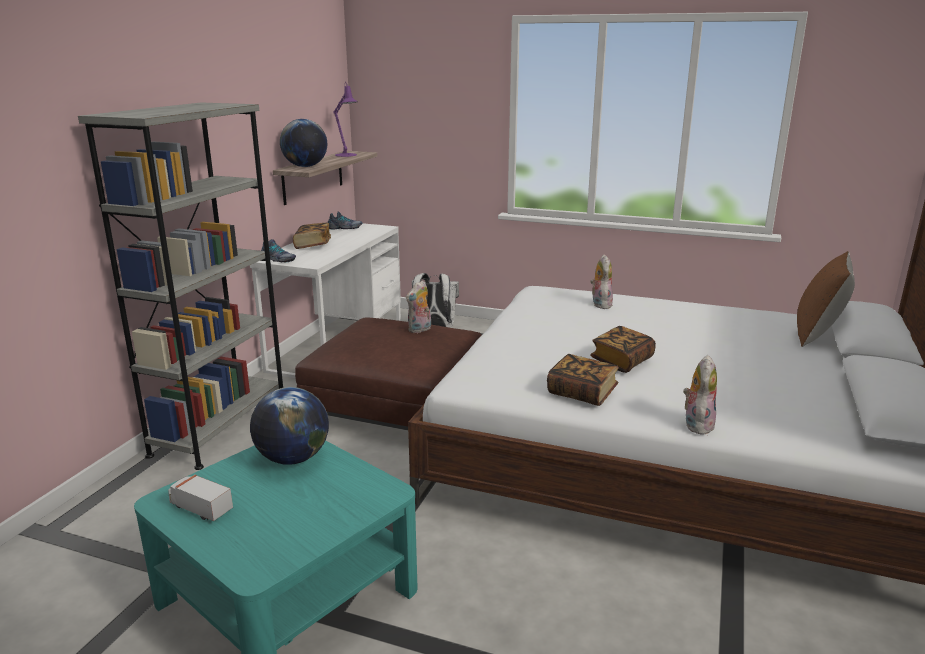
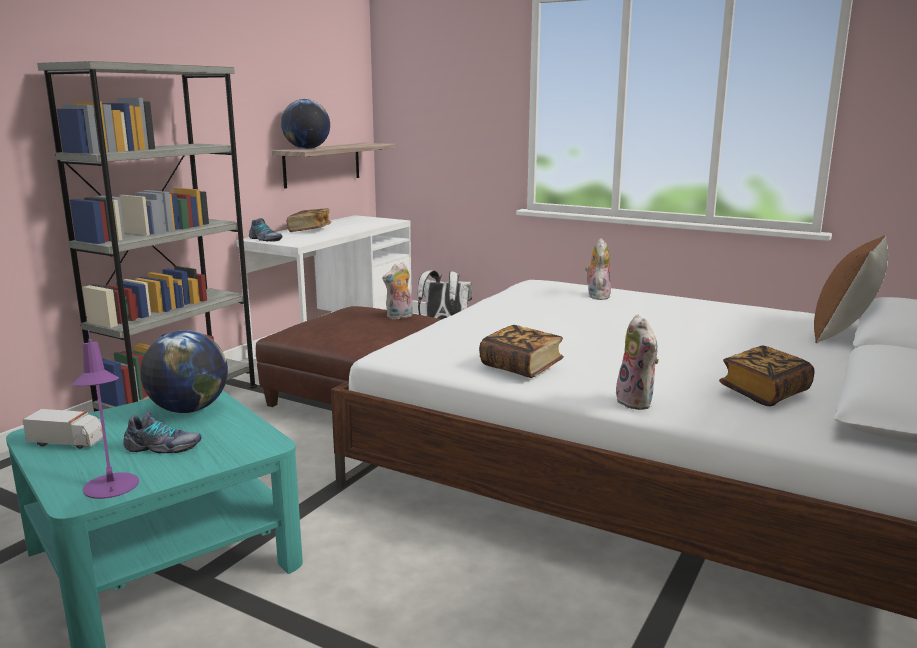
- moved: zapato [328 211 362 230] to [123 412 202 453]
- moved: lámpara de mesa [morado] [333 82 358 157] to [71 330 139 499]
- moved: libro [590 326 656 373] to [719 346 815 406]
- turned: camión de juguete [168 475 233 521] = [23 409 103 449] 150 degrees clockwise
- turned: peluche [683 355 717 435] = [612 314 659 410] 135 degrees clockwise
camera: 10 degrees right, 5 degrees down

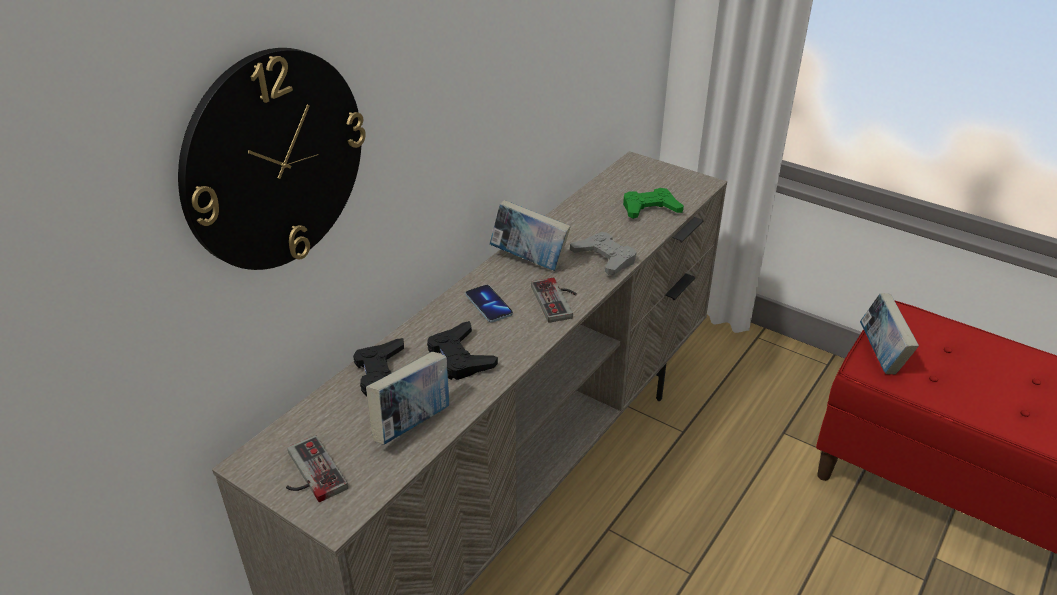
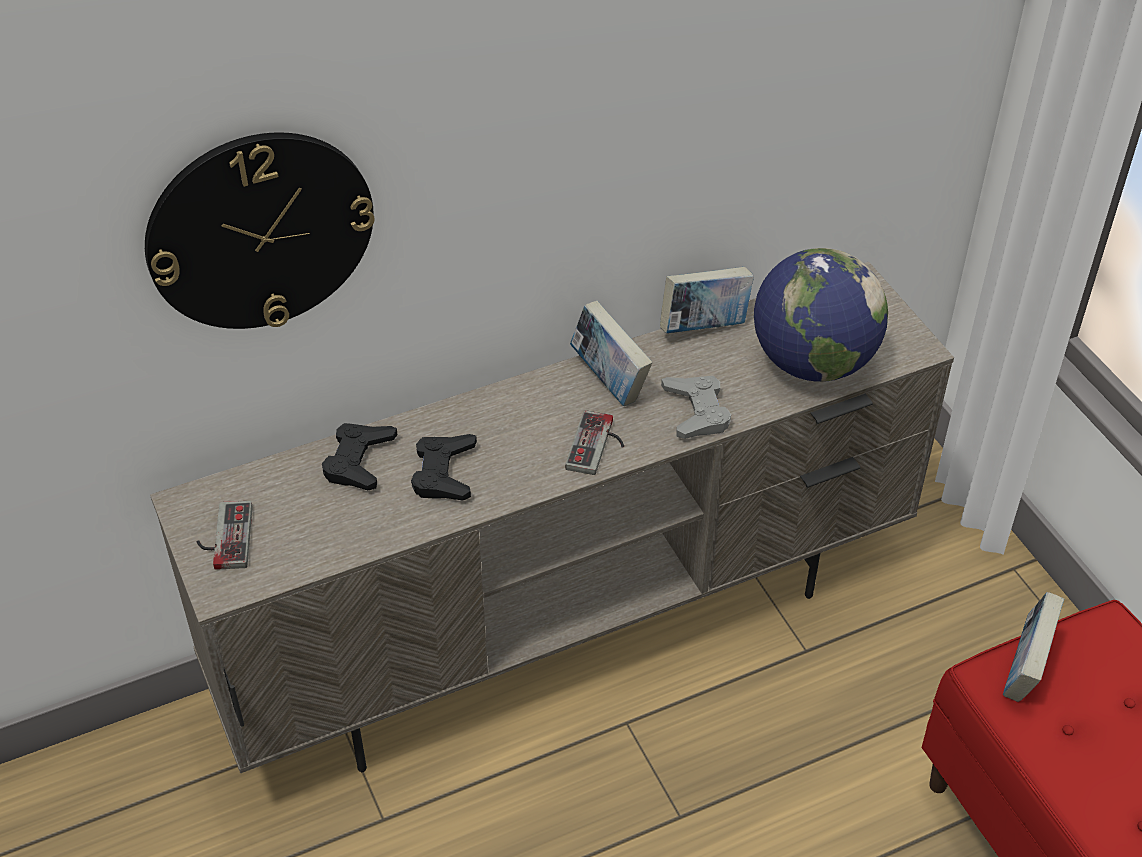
- removed: móvil [466 285 513 323]
- moved: libro [366 352 449 445] to [660 267 754 333]
- replaced: mando de consola [verde] [623 188 684 219] to globo terráqueo [754 248 888 382]
camera: 30 degrees right, 10 degrees up

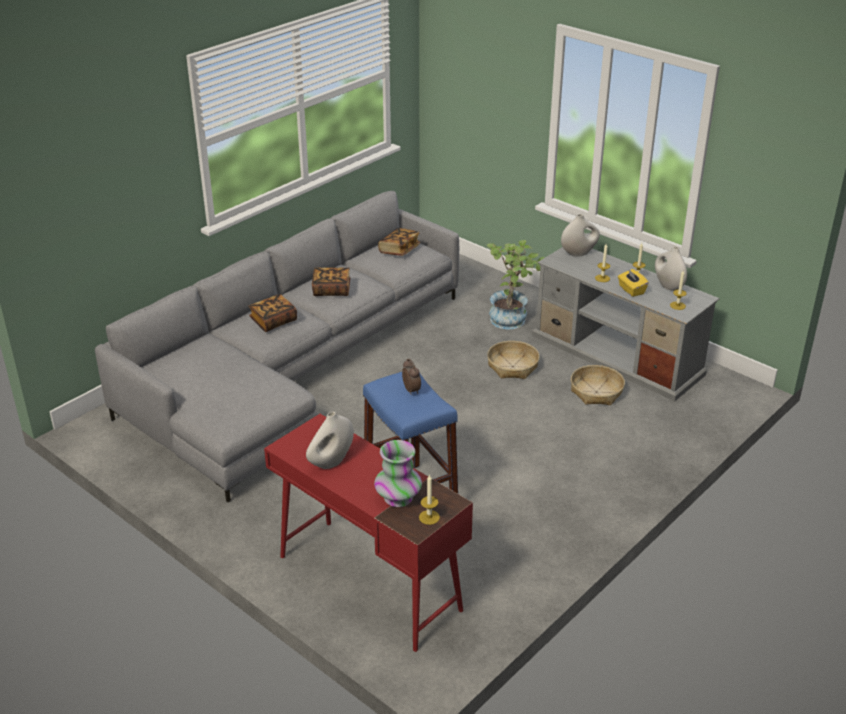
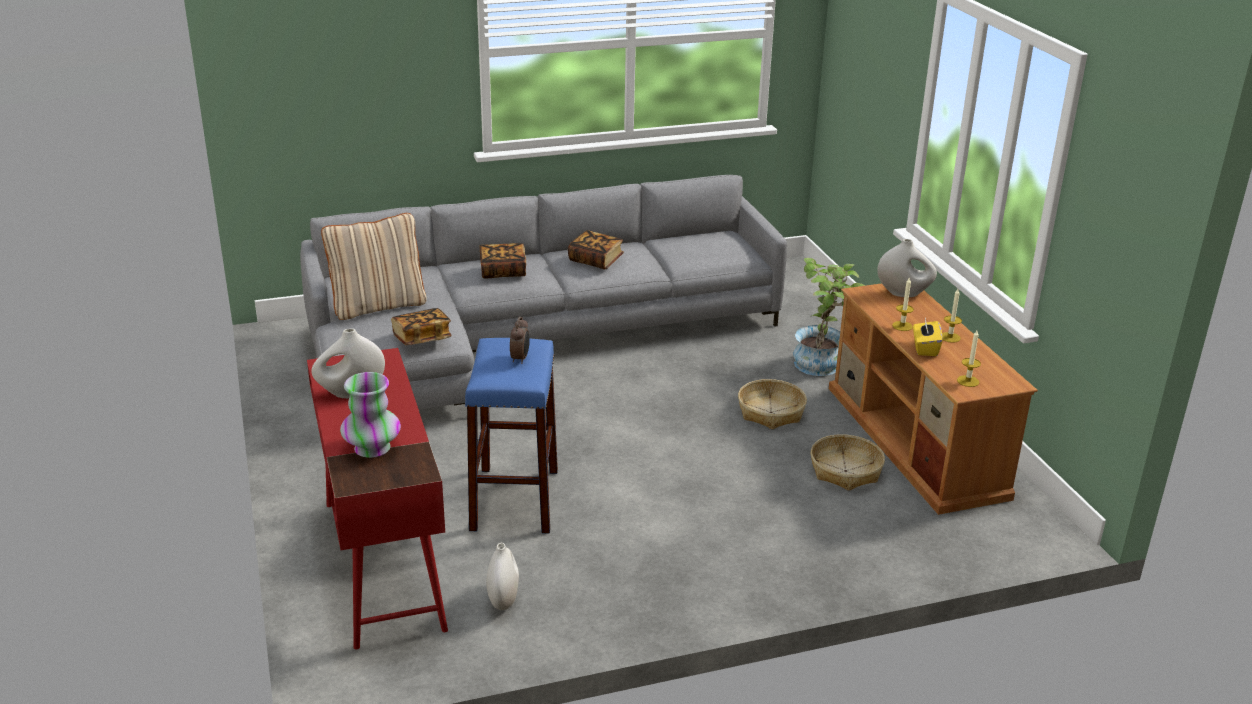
- removed: vela [419 474 440 525]
- added: cojín [beis] [321 213 427 320]
- moved: libro [378 228 420 256] to [391 308 451 345]
- moved: florero [blanco] [655 246 687 291] to [486 543 519 610]
- recoloured: mueble de televisión [gris] [532 247 720 402] to mueble de televisión [marrón] [829 283 1038 515]
camera: 30 degrees right, 5 degrees down

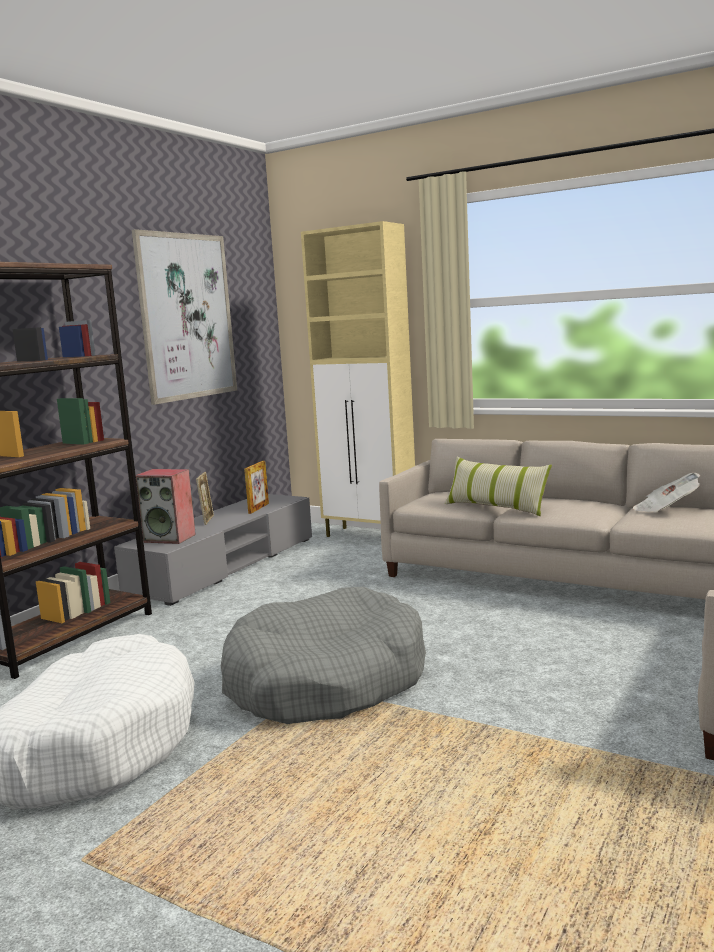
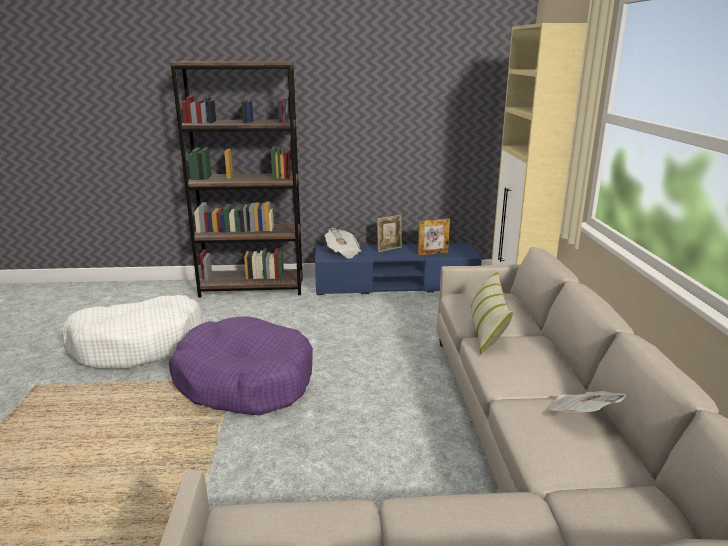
- removed: cuadro [132 229 237 405]
- replaced: altavoz [136 469 196 544] to periódico [325 228 361 259]
- recoloured: mueble de televisión [gris] [114 494 312 606] to mueble de televisión [azul] [315 243 482 295]
- recoloured: cama para perro [gris] [221 587 426 724] to cama para perro [morado] [169 316 313 415]
camera: 55 degrees right, 10 degrees up

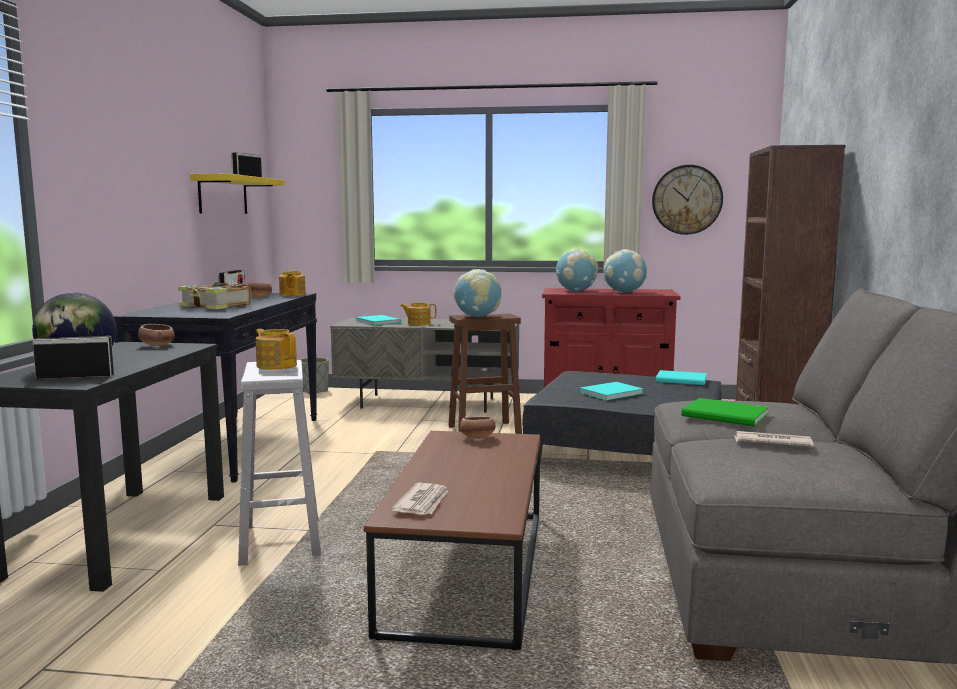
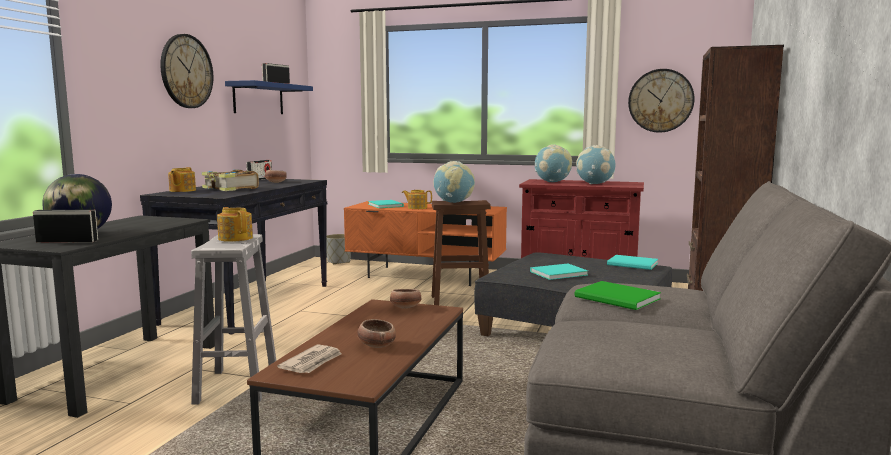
- removed: periódico [734 431 814 447]
- added: reloj de pared [160 34 213 108]
- moved: cuenco [138 324 175 346] to [357 319 396 348]
- moved: tetera [279 271 306 296] to [168 167 196 192]
- recoloured: estante [amarillo] [190 174 285 214] to estante [azul] [225 80 313 114]
- recoloured: mueble de televisión [gris] [330 317 519 413] to mueble de televisión [naranja] [344 201 507 286]
camera: 10 degrees right, 0 degrees up

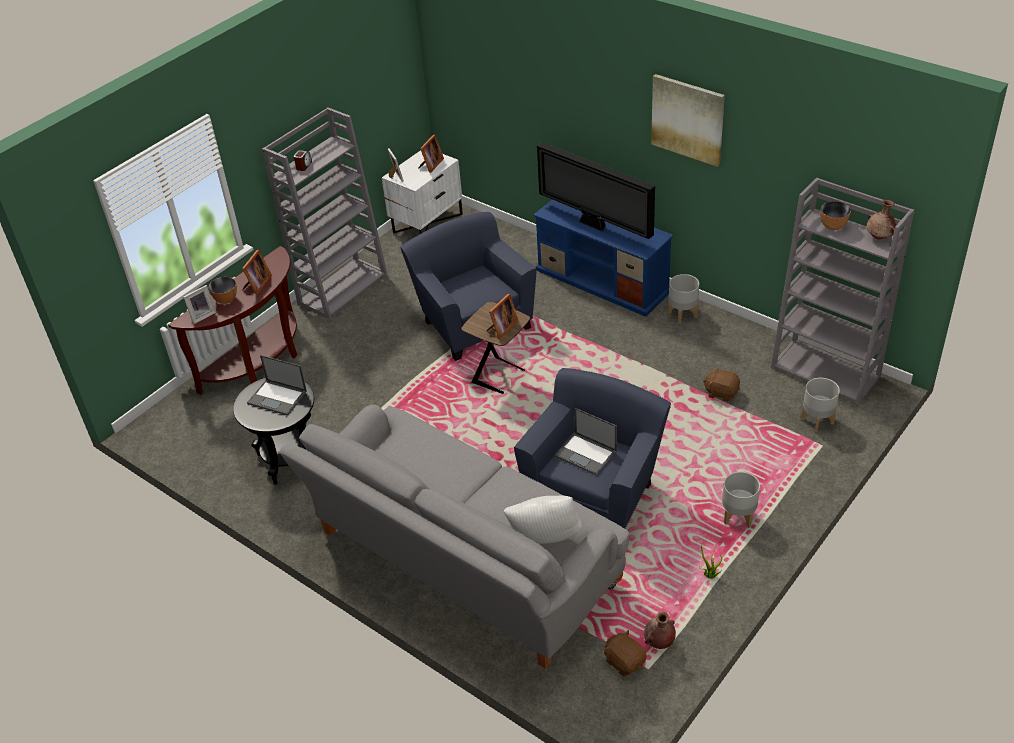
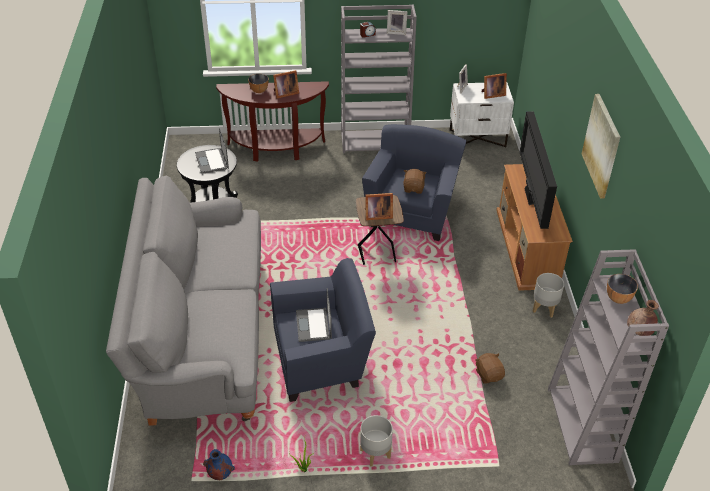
- removed: cojín [blanco] [503 496 583 544]
- removed: maceta [gris] [801 378 840 432]
- moved: portarretratos [183 285 216 324] to [387 10 408 35]
- moved: peluche [marrón] [604 630 647 676] to [403 169 427 194]
- recoloured: mueble de televisión [azul] [534 199 674 317] to mueble de televisión [marrón] [496 164 573 291]
- recoloured: florero [marrón] [644 612 676 649] to florero [azul] [203 449 235 480]
camera: 45 degrees right, 0 degrees up

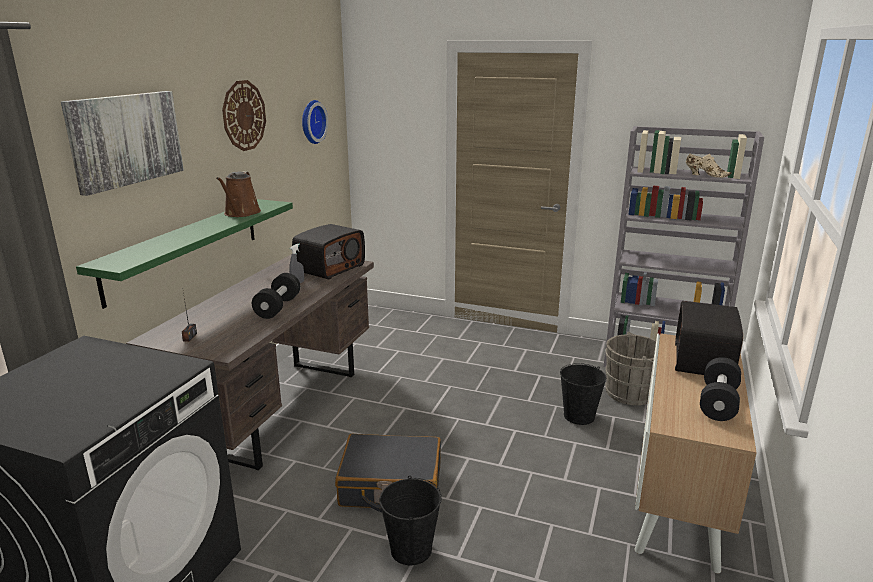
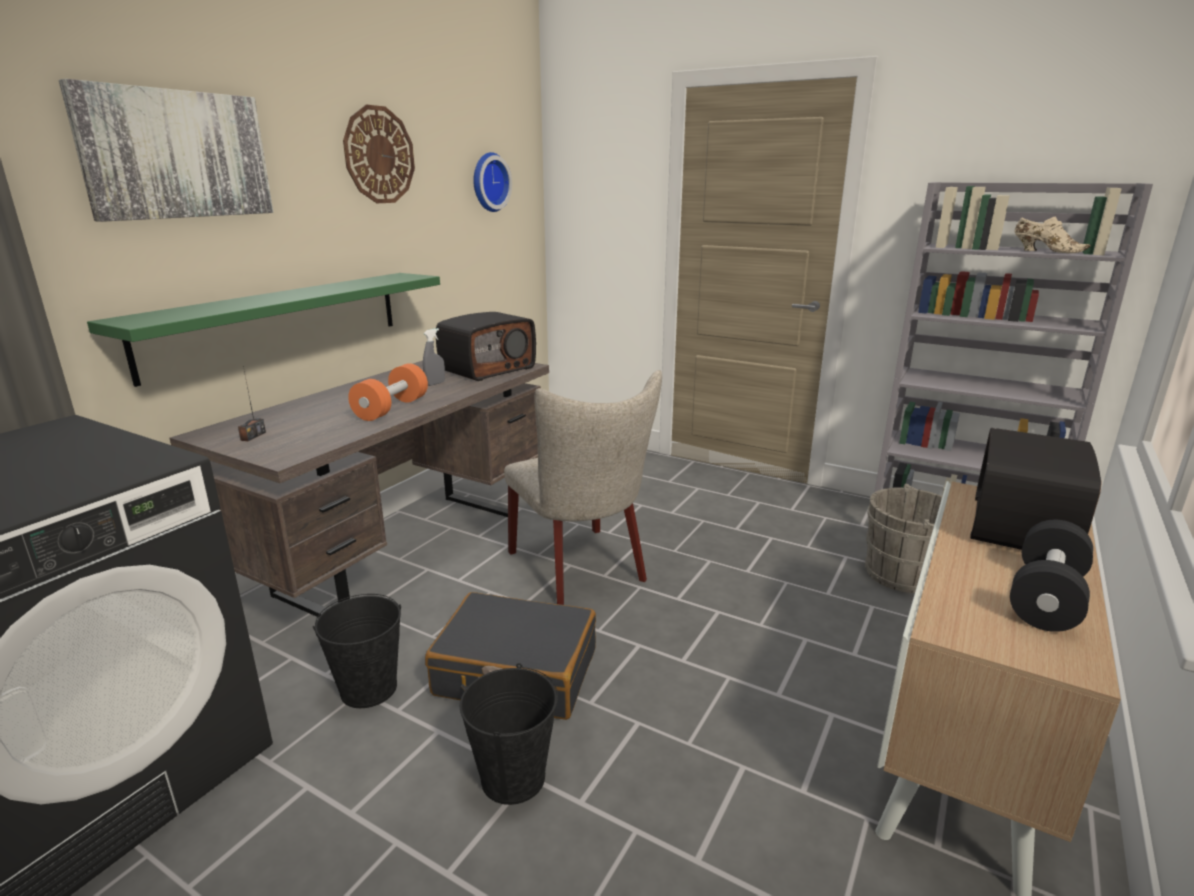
- removed: regadera [marrón] [216 171 261 217]
- added: silla [beis] [504 370 662 605]
- moved: cubo [negro] [560 363 606 425] to [313 594 401 708]
- recoloured: mancuerna [negro] [252 273 300 319] to mancuerna [naranja] [348 363 428 421]
camera: 10 degrees right, 0 degrees up

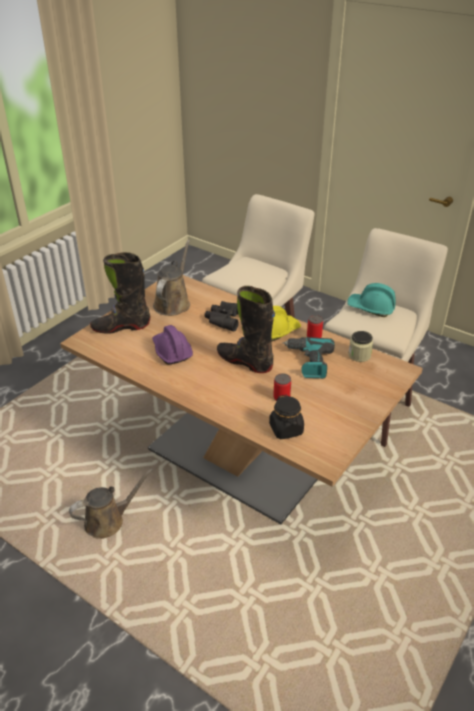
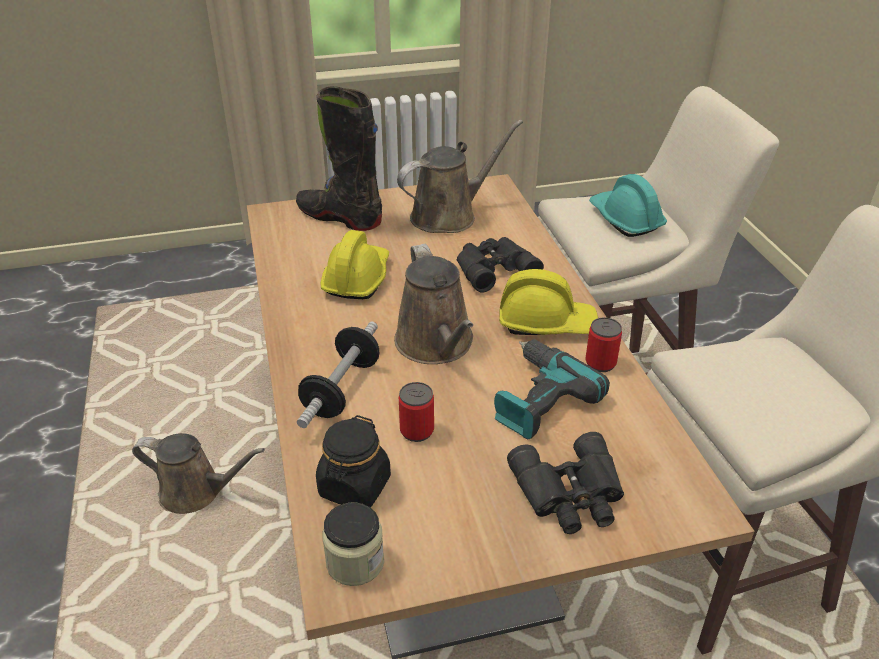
- added: mancuerna [297 322 380 428]
- added: prismáticos [negro] [507 432 624 534]
- moved: casco [turquesa] [347 283 396 317] to [589 174 667 237]
- moved: tarro [348 331 373 362] to [322 502 384 586]
- replaced: bota [negro] [217 286 275 373] to regadera [marrón] [394 244 473 364]
- recoloured: casco [morado] [152 325 193 364] to casco [amarillo] [320 230 389 299]
camera: 40 degrees right, 0 degrees up

